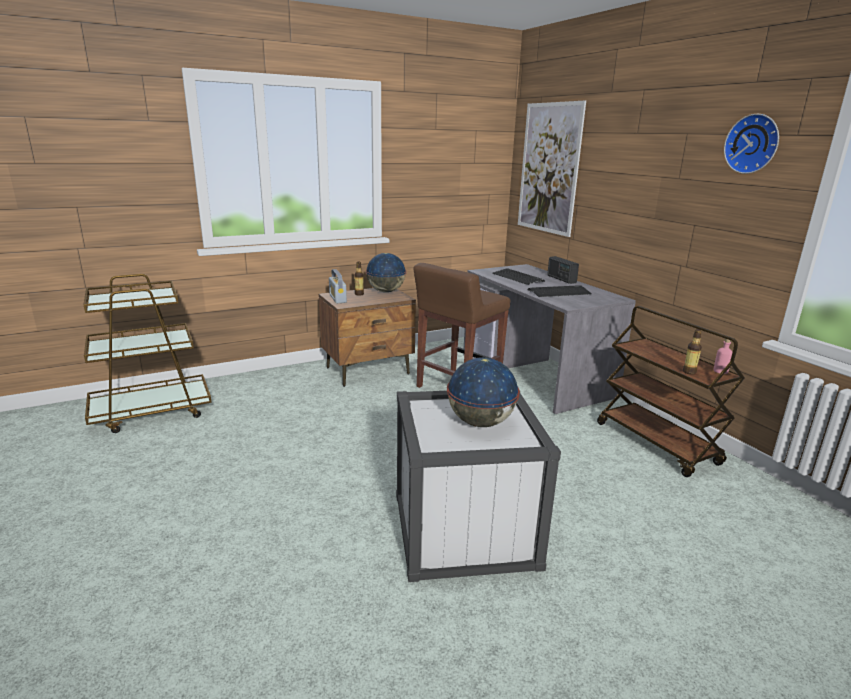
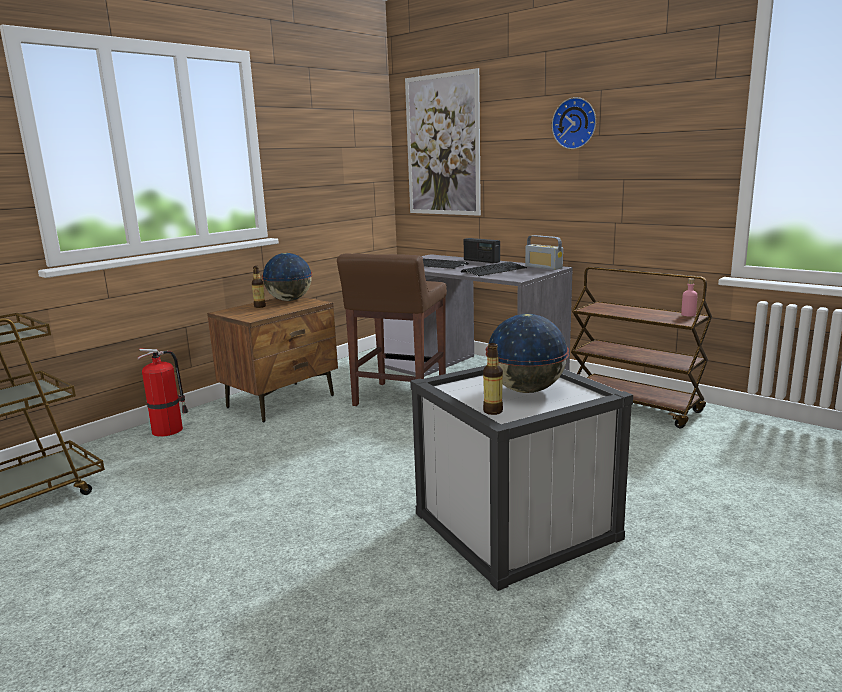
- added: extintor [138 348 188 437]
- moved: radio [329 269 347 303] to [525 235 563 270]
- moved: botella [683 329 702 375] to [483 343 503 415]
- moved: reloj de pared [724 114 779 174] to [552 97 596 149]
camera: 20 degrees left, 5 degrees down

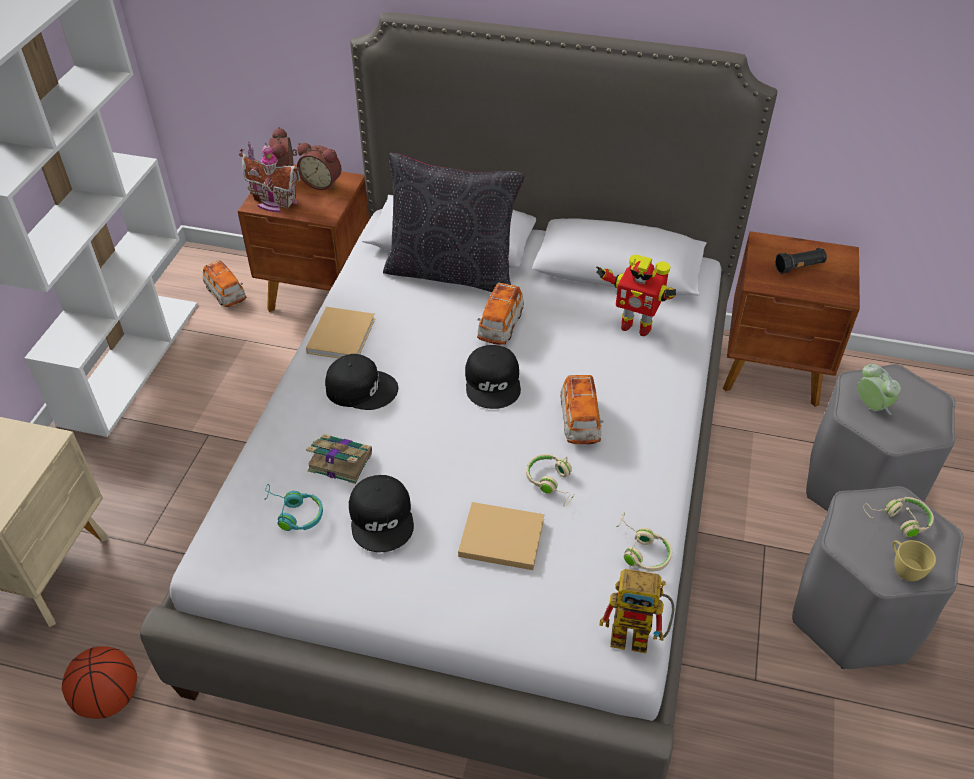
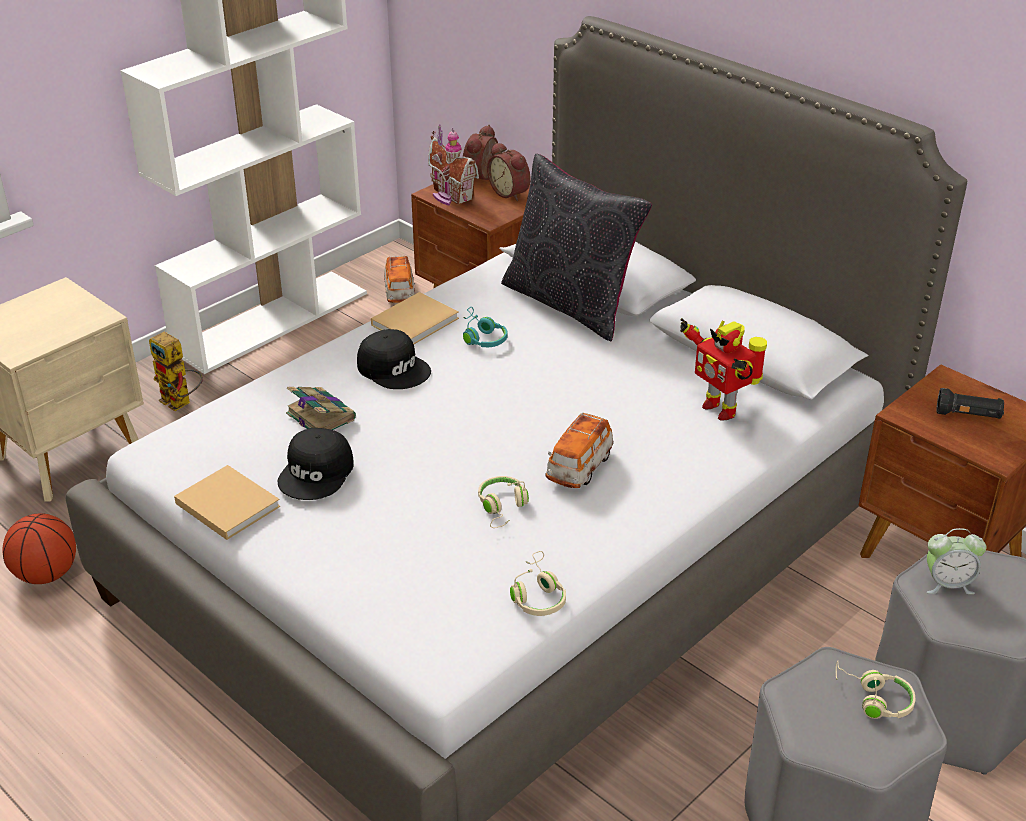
- removed: gorra [negro] [465 345 521 409]
- removed: coche de juguete [477 283 524 345]
- removed: taza [amarillo] [892 540 936 581]
- moved: auriculares [turquesa] [265 484 323 531] to [463 307 507 347]
- moved: libro [beis] [458 502 544 570] to [174 465 280 540]
- moved: robot de juguete [599 569 674 653] to [149 332 203 411]
- turned: despertador [857 364 901 415] = [927 528 986 594] 90 degrees clockwise
camera: 30 degrees right, 10 degrees down

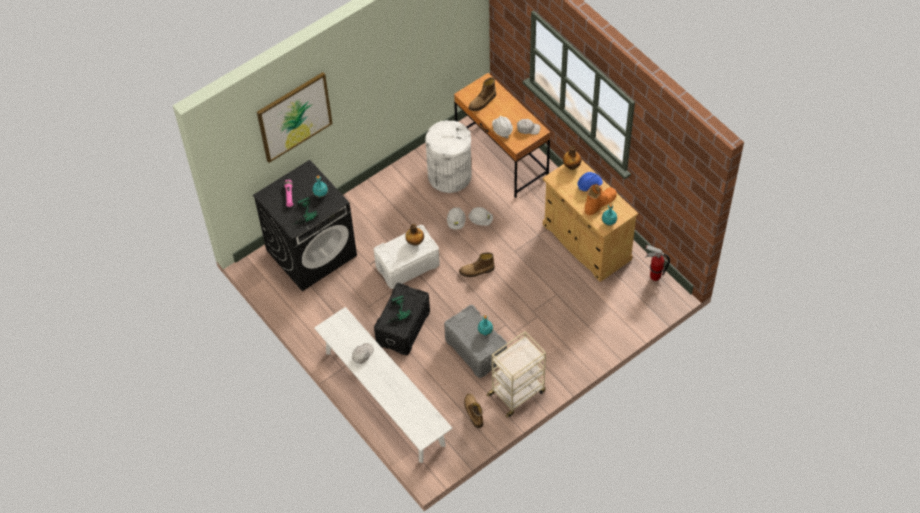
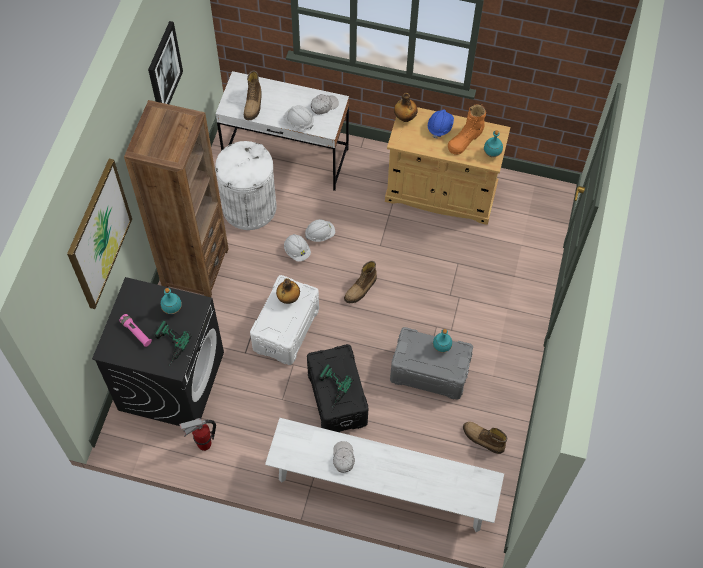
- removed: carrito [beis] [487 331 546 418]
- added: estantería [marrón] [124 100 229 297]
- added: cuadro [148 21 183 104]
- moved: extintor [645 245 670 281] to [179 418 216 451]
- recoloured: escritorio [marrón] [454 73 550 198] to escritorio [blanco] [216 71 349 191]
- turned: bota [naranja] [585 184 617 215] = [448 104 486 155] 150 degrees counterclockwise
camera: 40 degrees left, 5 degrees up

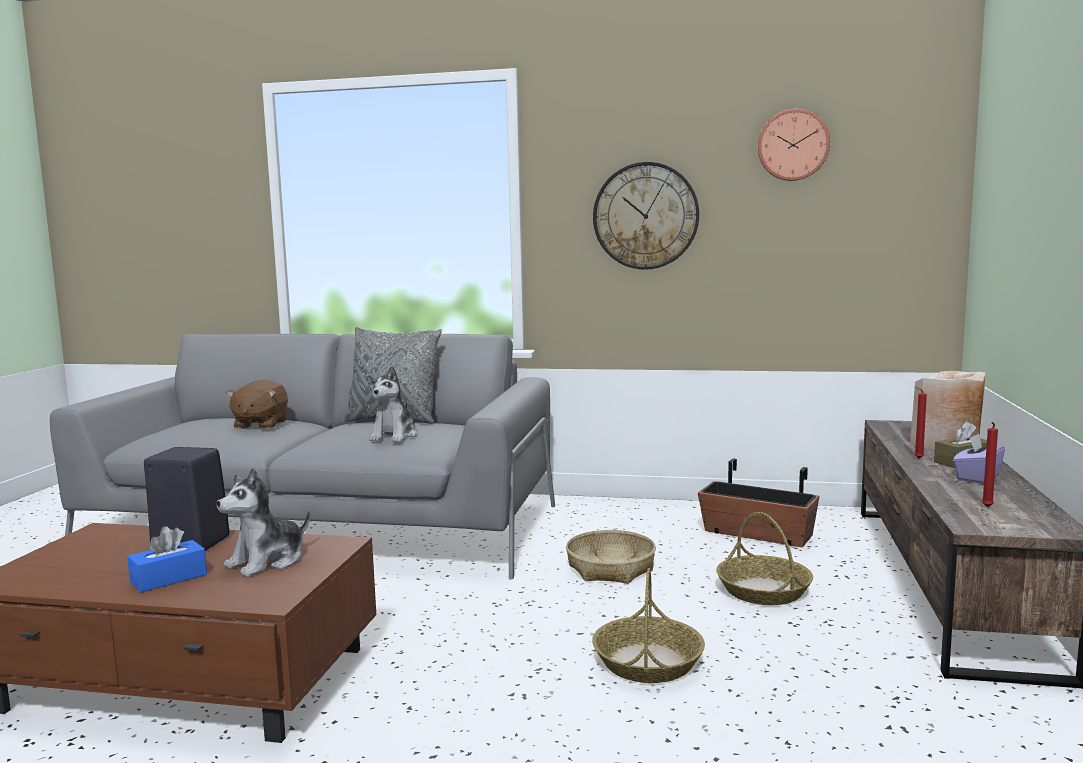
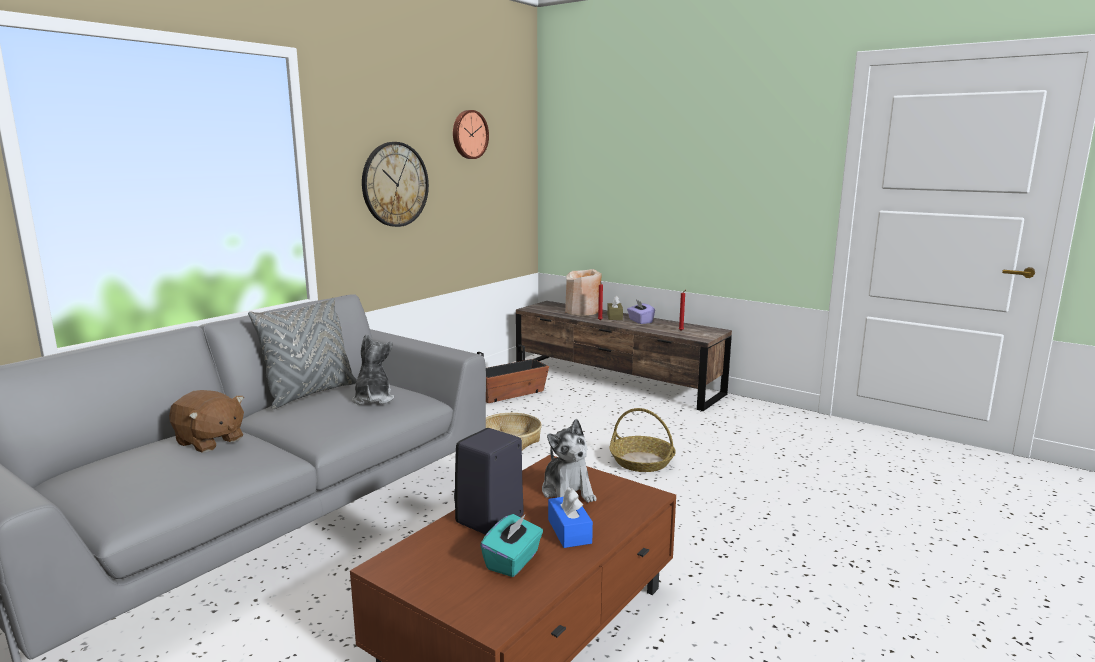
- removed: cesta [716 512 813 605]
- added: caja de pañuelos [turquesa] [480 514 543 577]
- turned: peluche [367 366 417 442] = [352 334 395 405] 135 degrees counterclockwise
camera: 65 degrees left, 5 degrees up

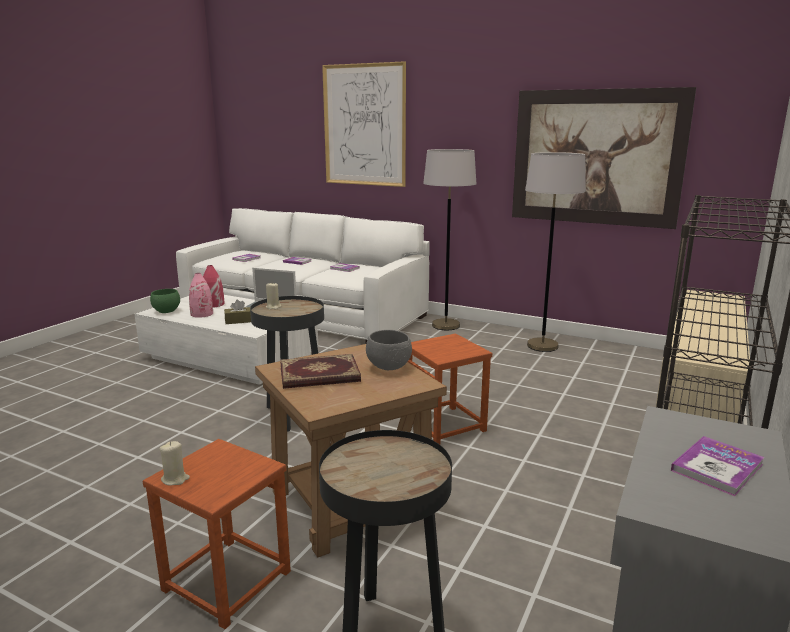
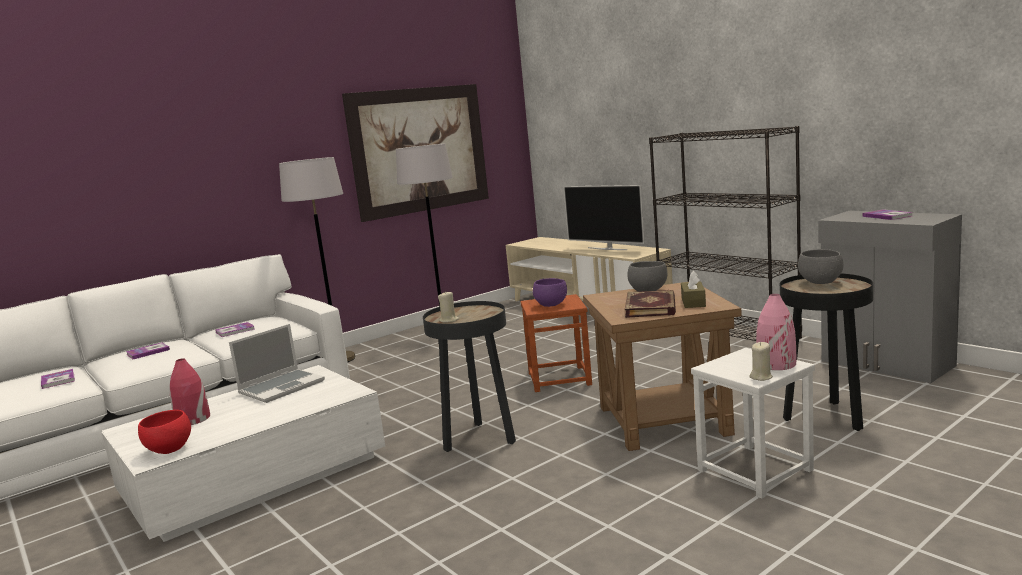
- removed: cuadro [322 61 406 187]
- added: cuenco [morado] [533 278 567 307]
- added: televisor [564 185 645 250]
- added: cuenco [gris] [798 249 843 284]
- moved: florero [rosa] [189 273 213 318] to [756 294 796 370]
- moved: caja de pañuelos [marrón] [224 300 251 324] to [681 270 706 308]
- recoloured: taburete [marrón] [143 439 291 629] to taburete [blanco] [691 348 815 499]
- recoloured: cuenco [verde] [150 289 180 313] to cuenco [rojo] [138 410 191 454]
camera: 65 degrees left, 5 degrees down

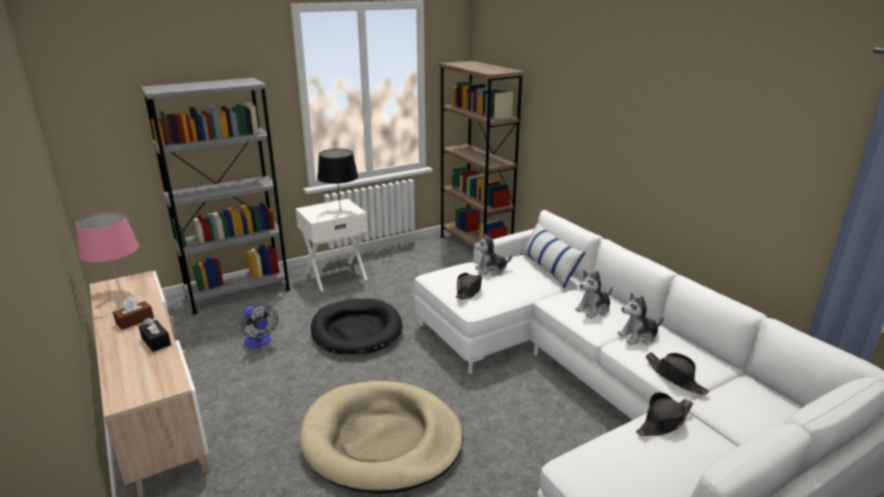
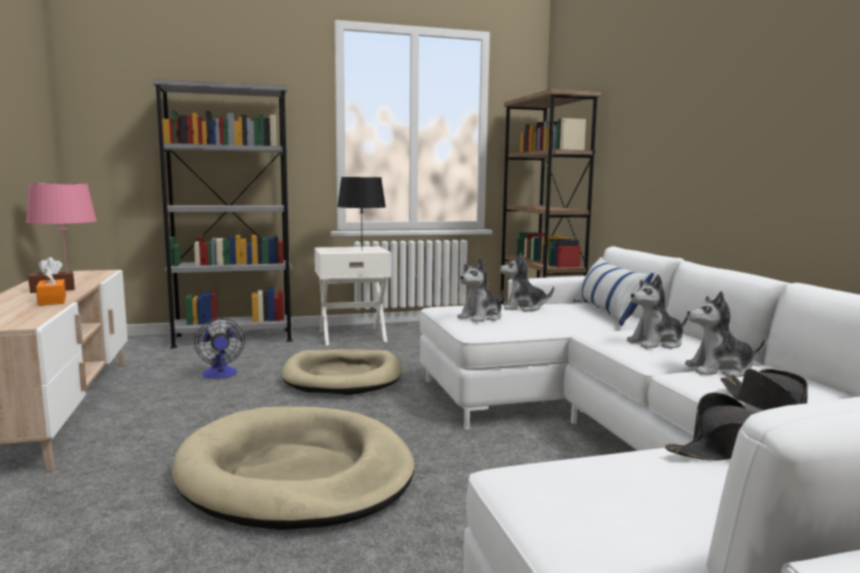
- replaced: sombrero [negro] [456 273 482 300] to peluche [457 258 503 322]
- recoloured: caja de pañuelos [negro] [139 318 171 352] to caja de pañuelos [naranja] [36 266 66 306]
- recoloured: cama para perro [negro] [311 299 402 354] to cama para perro [beis] [282 349 402 395]
camera: 15 degrees right, 15 degrees down

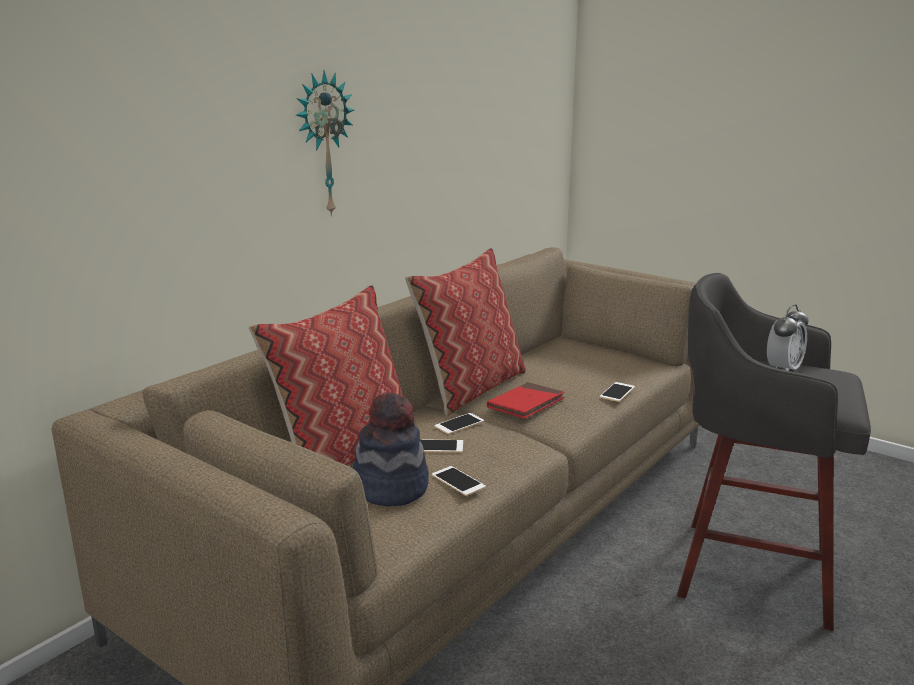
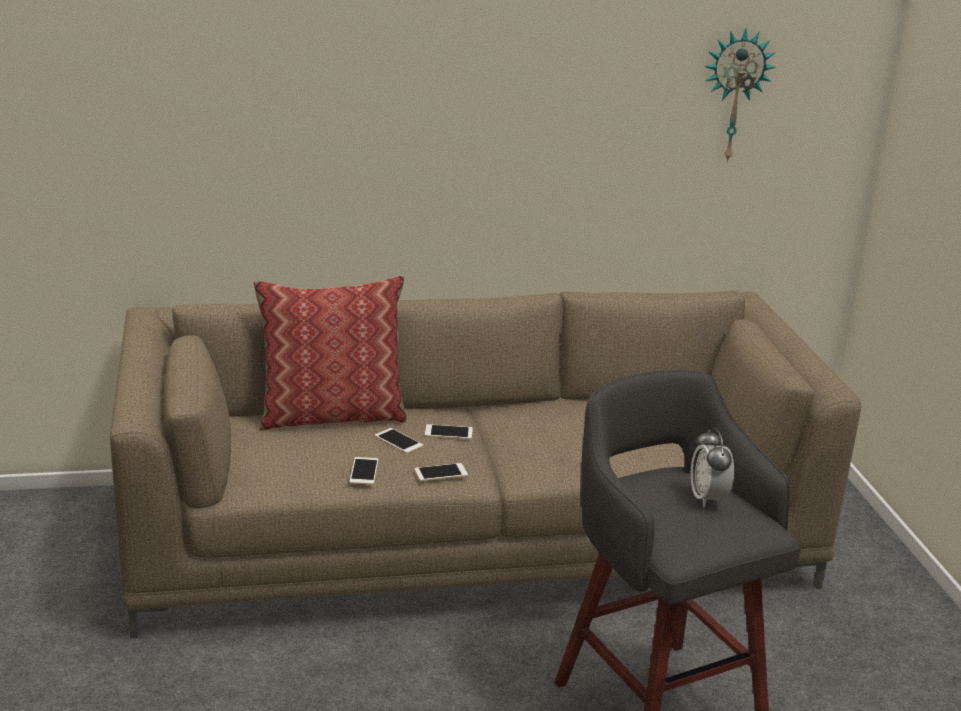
- removed: sombrero [353 392 429 507]
- removed: cojín [405 248 526 416]
- removed: libro [rojo] [487 382 564 419]
- moved: reloj de pared [296 70 354 217] to [704 29 776 163]
- moved: móvil [600 382 635 402] to [415 463 468 481]
- turned: despertador [767 304 808 371] = [690 428 734 508] 90 degrees clockwise
camera: 40 degrees right, 5 degrees up

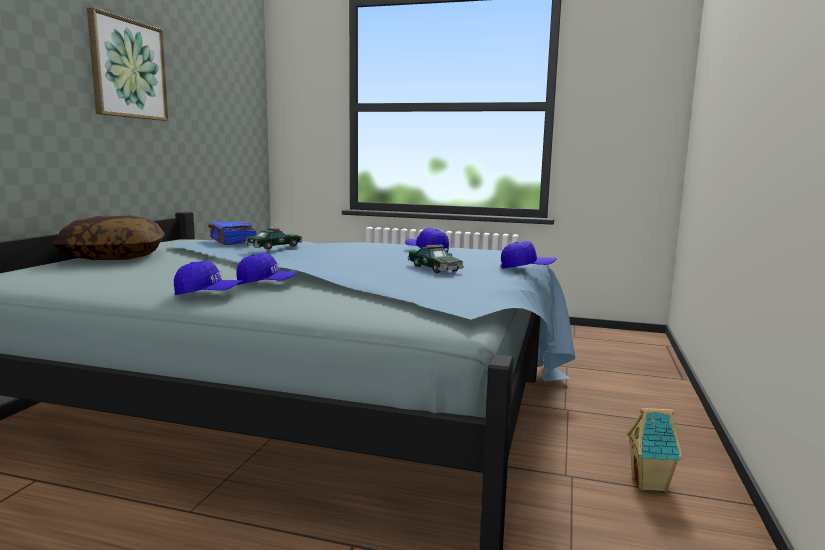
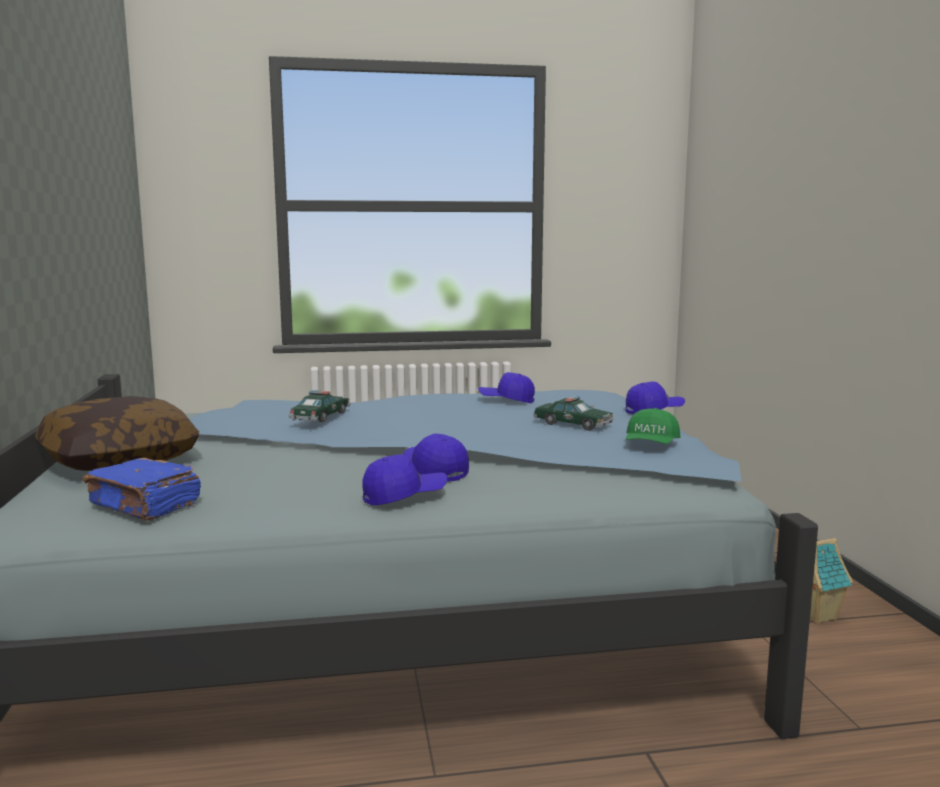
- removed: cuadro [87 7 168 121]
- added: gorra [verde] [626 408 680 444]
- moved: libro [azul] [208 221 257 245] to [83 458 201 521]
- turned: gorra [azul] [236 253 299 285] = [402 434 469 481] 105 degrees counterclockwise
camera: 25 degrees left, 0 degrees up

